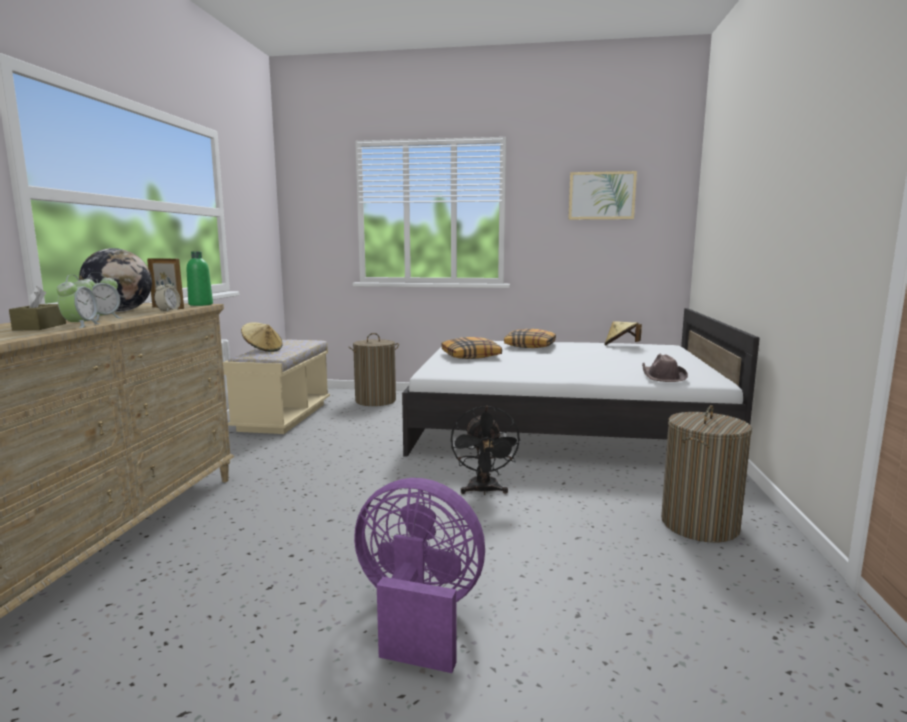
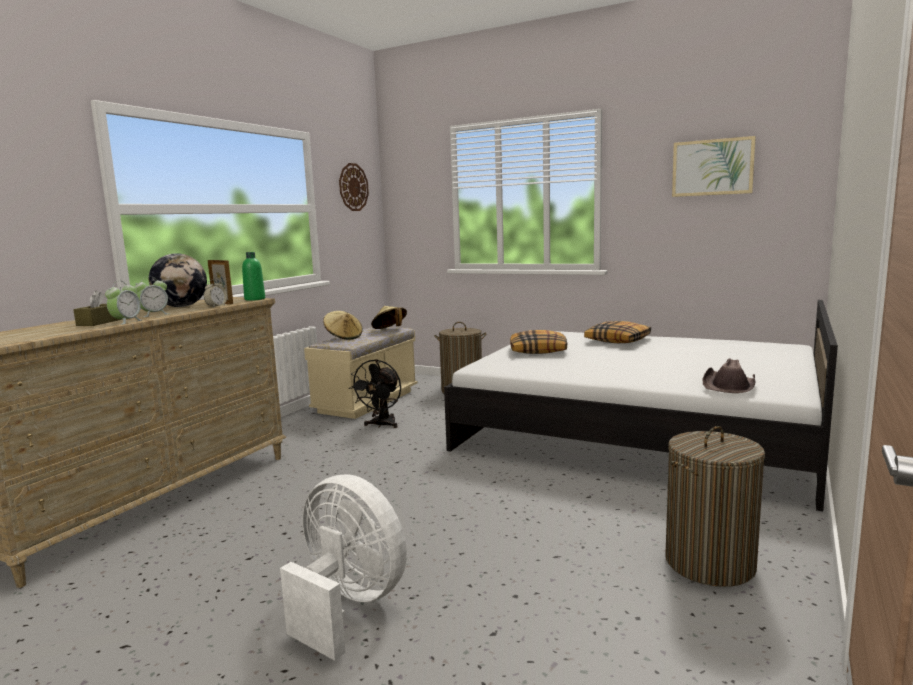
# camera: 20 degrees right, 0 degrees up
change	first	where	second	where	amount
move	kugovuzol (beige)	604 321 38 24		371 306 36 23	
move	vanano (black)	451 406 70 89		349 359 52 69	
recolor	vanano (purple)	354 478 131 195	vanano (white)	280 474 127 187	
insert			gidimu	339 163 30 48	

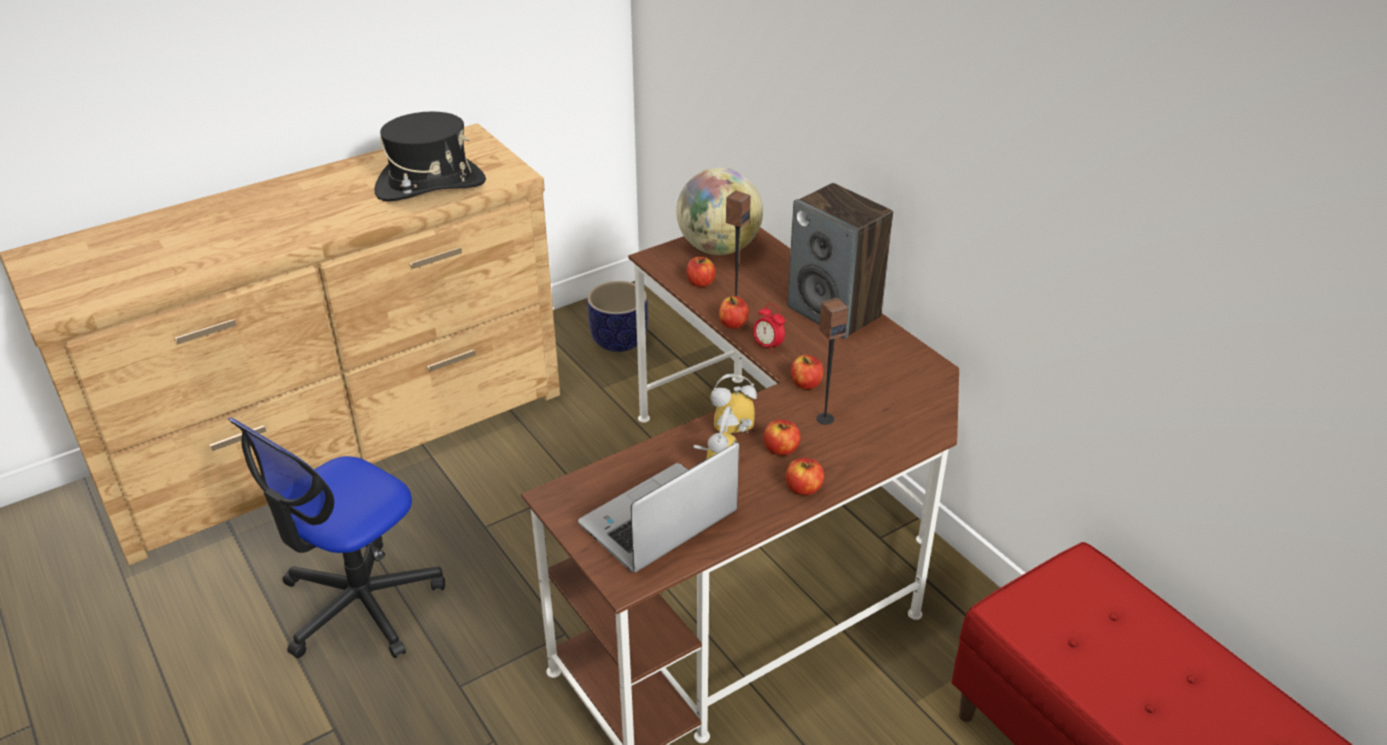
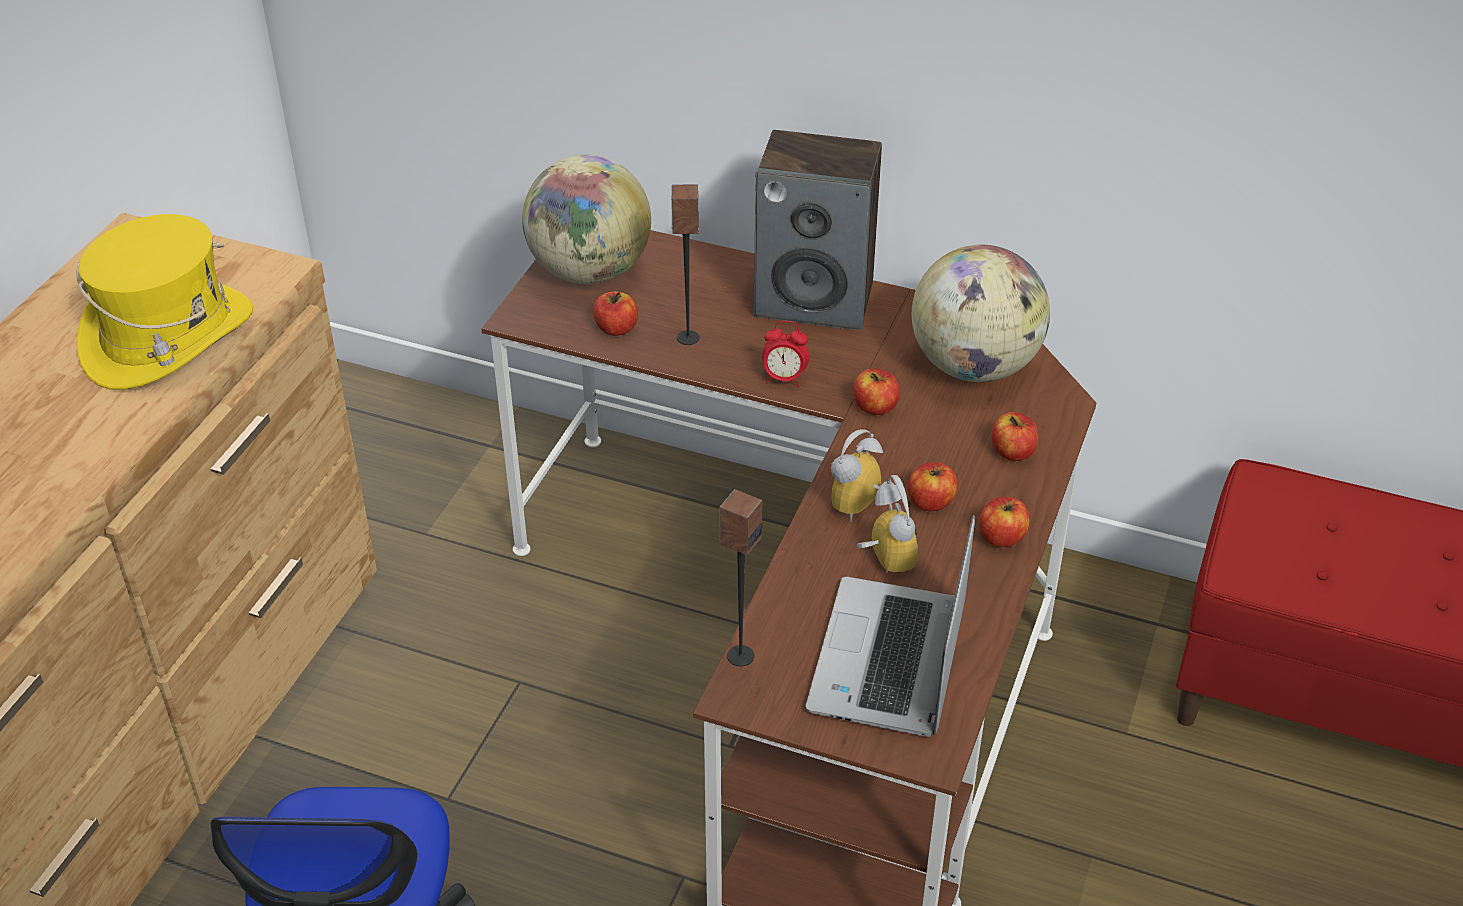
# camera: 35 degrees left, 5 degrees up
change	first	where	second	where	amount
recolor	kugovuzol (black)	374 112 112 89	kugovuzol (yellow)	77 214 176 176	
delete	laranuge	587 281 61 71			
move	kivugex	719 296 30 33		991 412 48 49	
move	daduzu	816 297 32 128		720 489 43 177	
insert			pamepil	912 244 138 138	

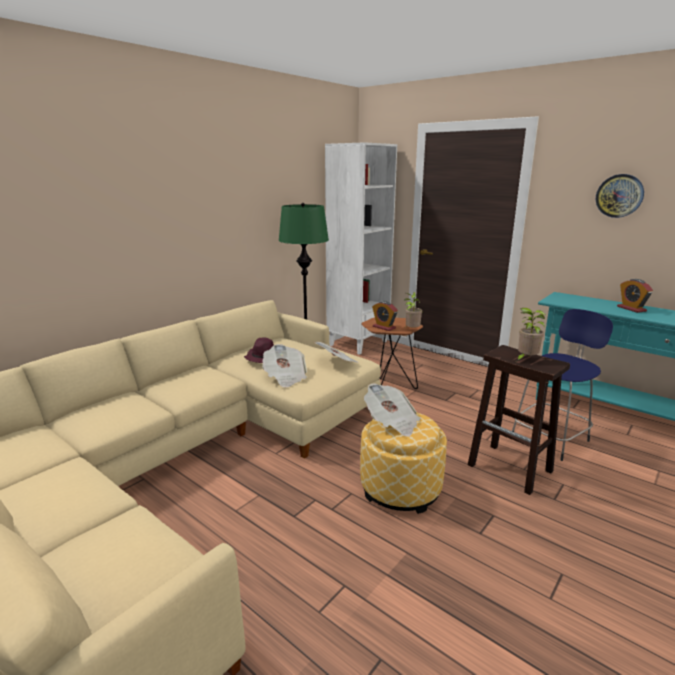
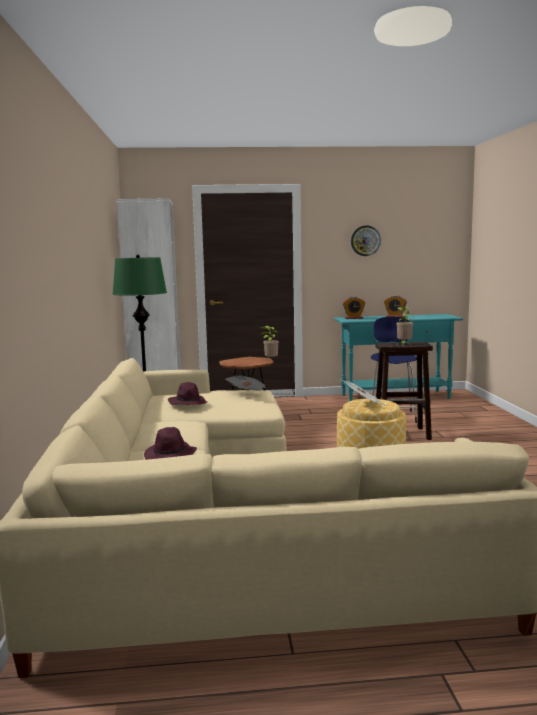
# camera: 45 degrees left, 10 degrees down
change	first	where	second	where	amount
move	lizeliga	372 301 26 30		343 297 22 22	
delete	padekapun	262 344 45 44			
insert			kugovuzol (purple)	144 427 53 33	

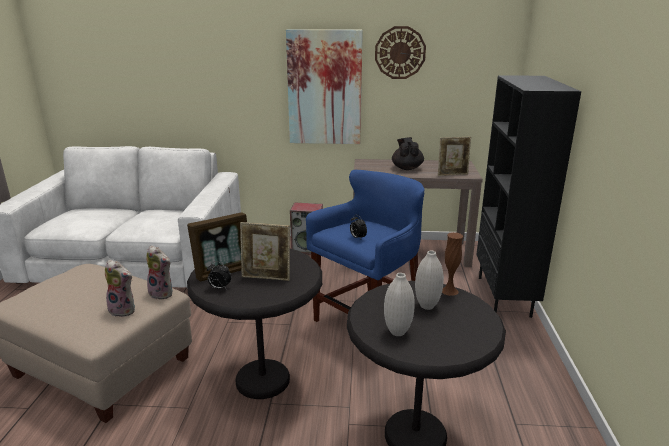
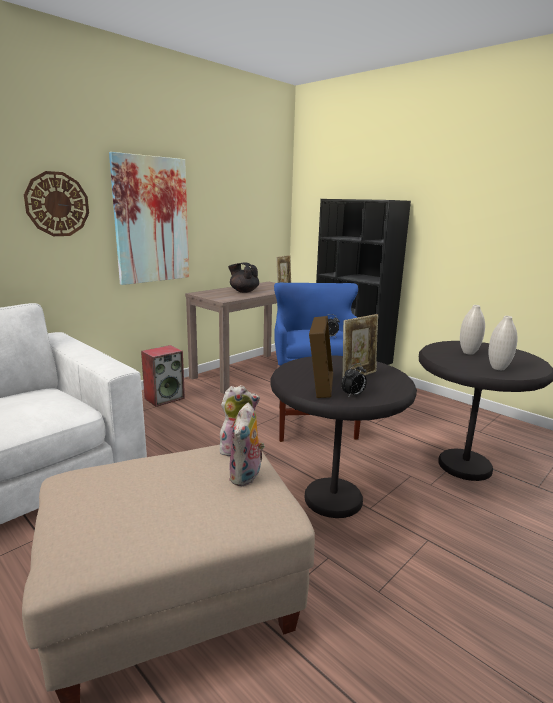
# camera: 50 degrees left, 5 degrees down
change	first	where	second	where	amount
move	gidimu	375 26 51 53		24 171 65 65	
delete	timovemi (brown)	442 232 21 64			
rotate	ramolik	105 260 30 57		229 403 36 83	135 degrees clockwise

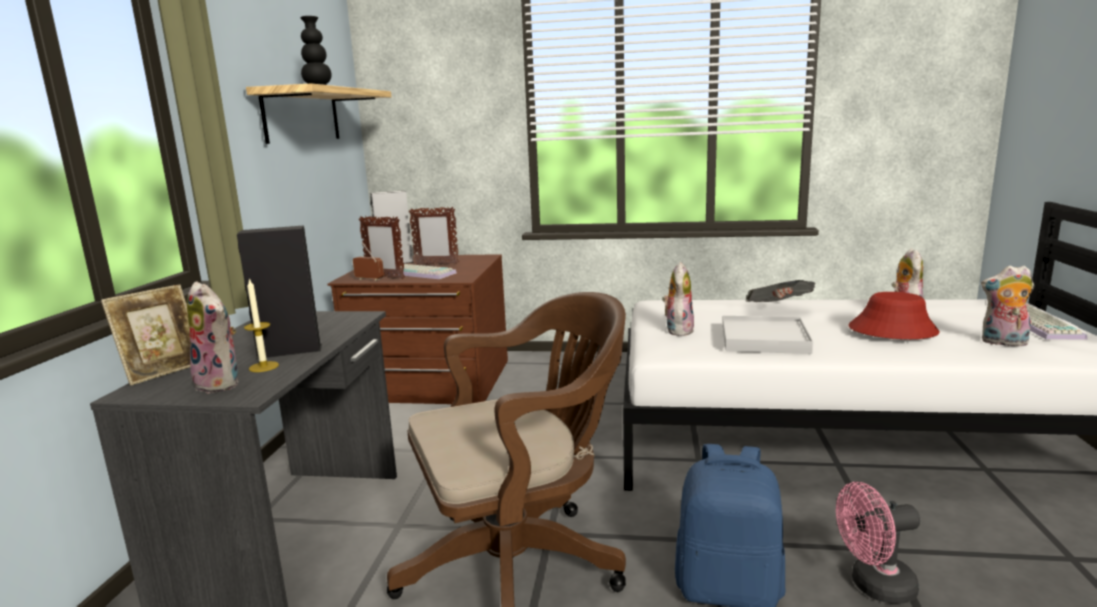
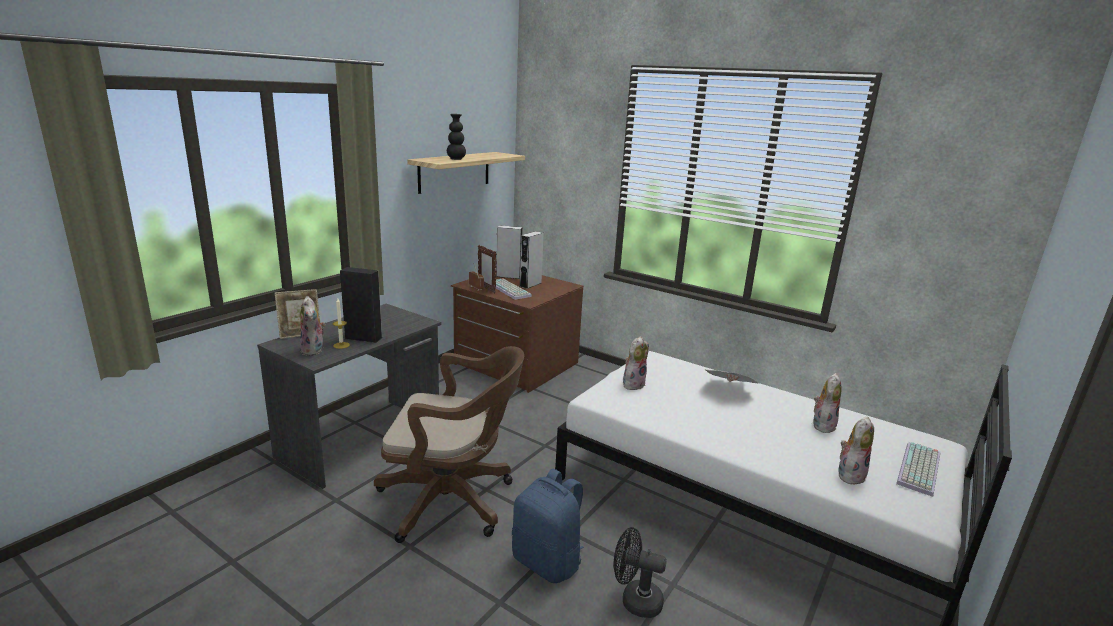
# camera: 25 degrees right, 5 degrees up
change	first	where	second	where	amount
replace	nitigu	409 207 50 58	daduzu (grey)	519 231 25 58	
rotate	ramolik	981 265 54 81		838 416 36 70	90 degrees clockwise
delete	kugovuzol (red)	848 292 92 47			
delete	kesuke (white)	722 316 91 38			
recolor	vanano (pink)	836 482 84 122	vanano (black)	613 527 54 91	

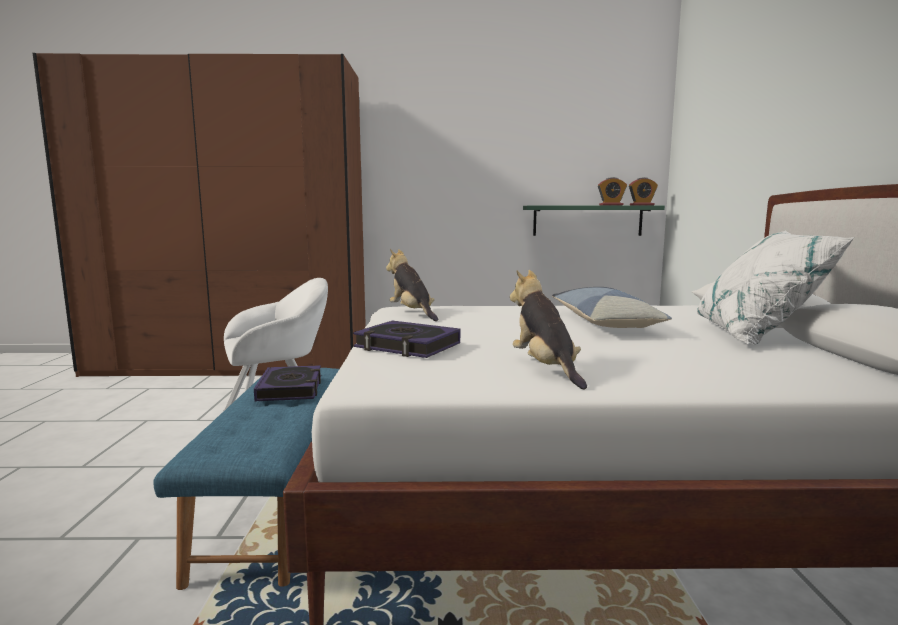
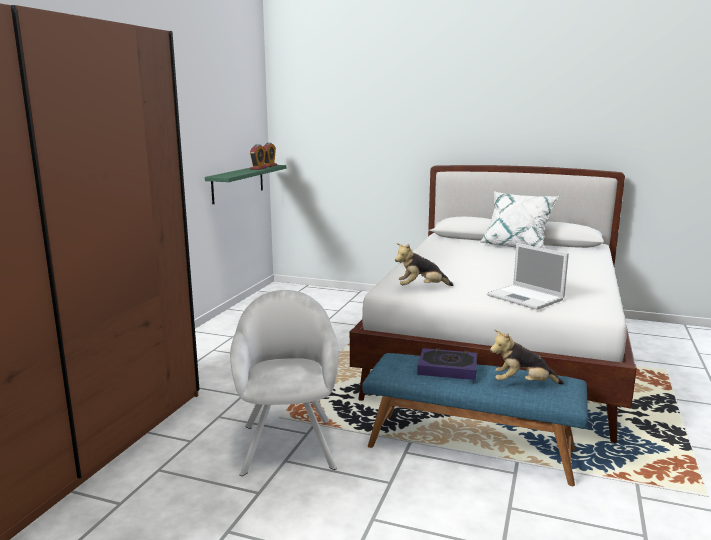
# camera: 70 degrees left, 5 degrees up
change	first	where	second	where	amount
move	ramolik	510 270 77 119		490 329 74 56	
delete	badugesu	552 287 120 41			
replace	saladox	353 321 107 37	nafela	487 243 82 67	

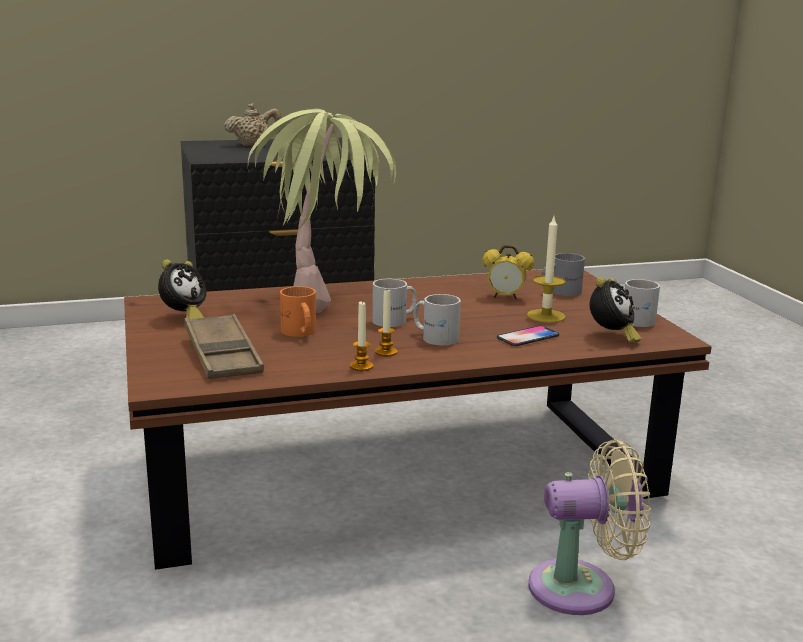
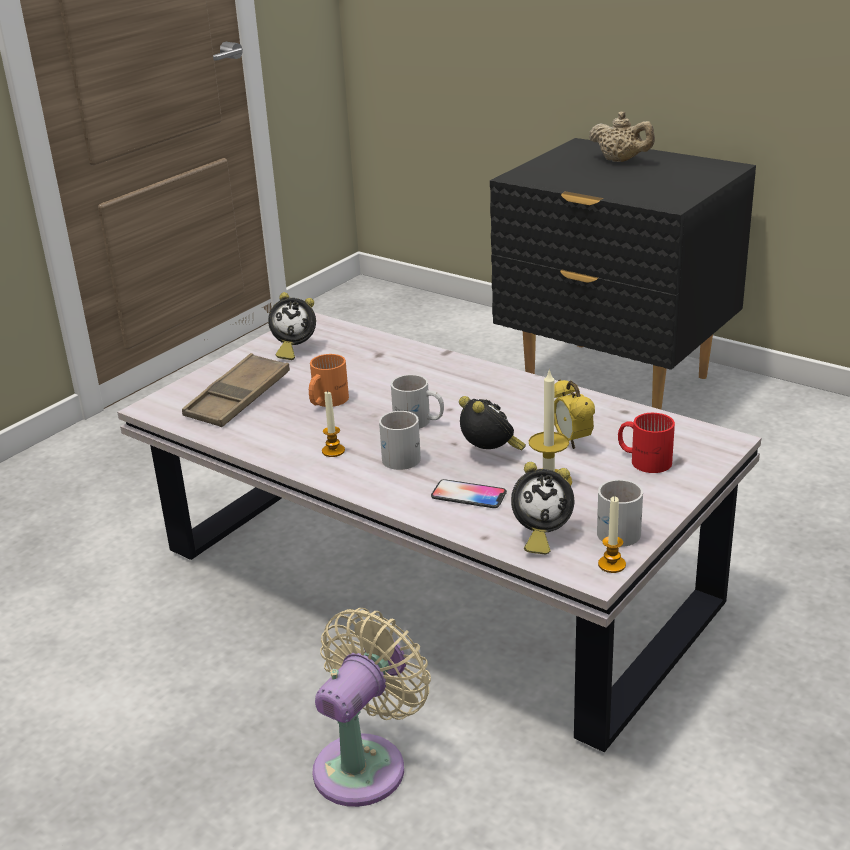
# camera: 55 degrees right, 10 degrees up
change	first	where	second	where	amount
delete	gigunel	248 109 148 204			
recolor	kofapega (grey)	542 253 43 43	kofapega (red)	618 413 57 60	
recolor	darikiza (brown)	124 269 588 301	darikiza (white)	117 312 644 440	
move	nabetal	350 301 23 70		598 496 28 77	
rotate	vanano (beige)	529 440 122 175		313 608 118 199	105 degrees counterclockwise
insert			lizeliga	459 396 67 54	

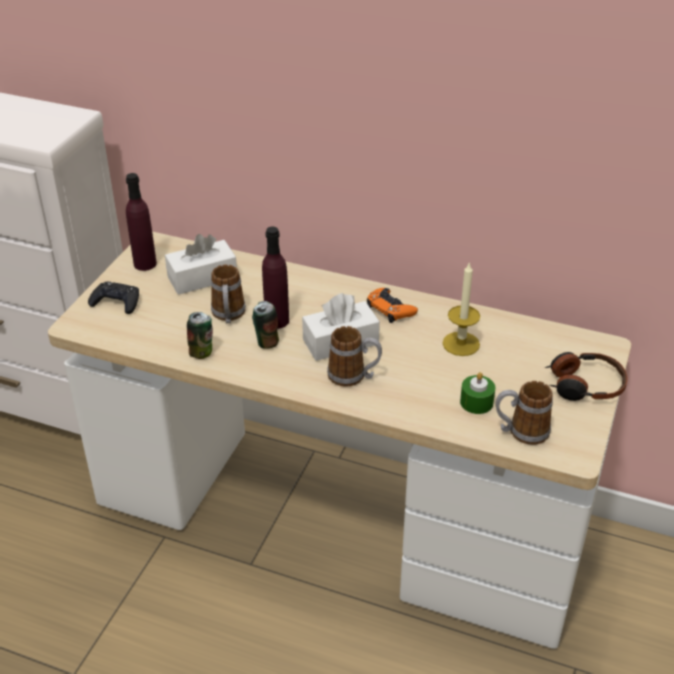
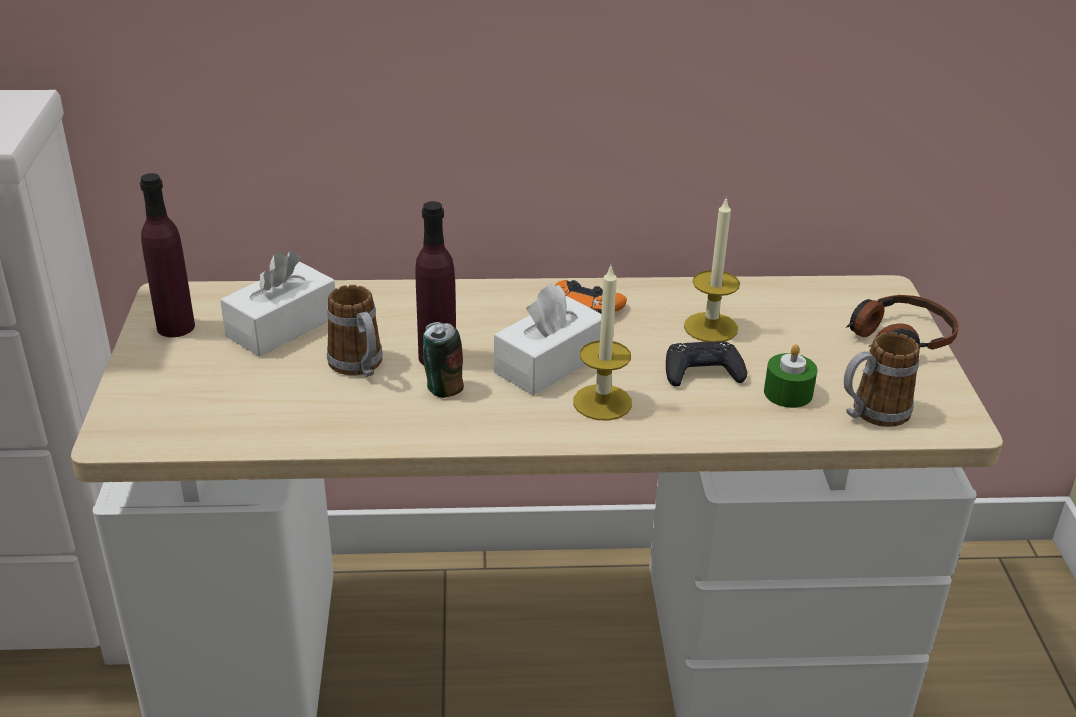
# camera: 25 degrees left, 5 degrees down
change	first	where	second	where	amount
move	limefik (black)	88 282 51 32		666 341 81 46	
delete	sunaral	187 312 26 47			
replace	kofapega	327 326 55 61	nabetal	573 266 59 155	

